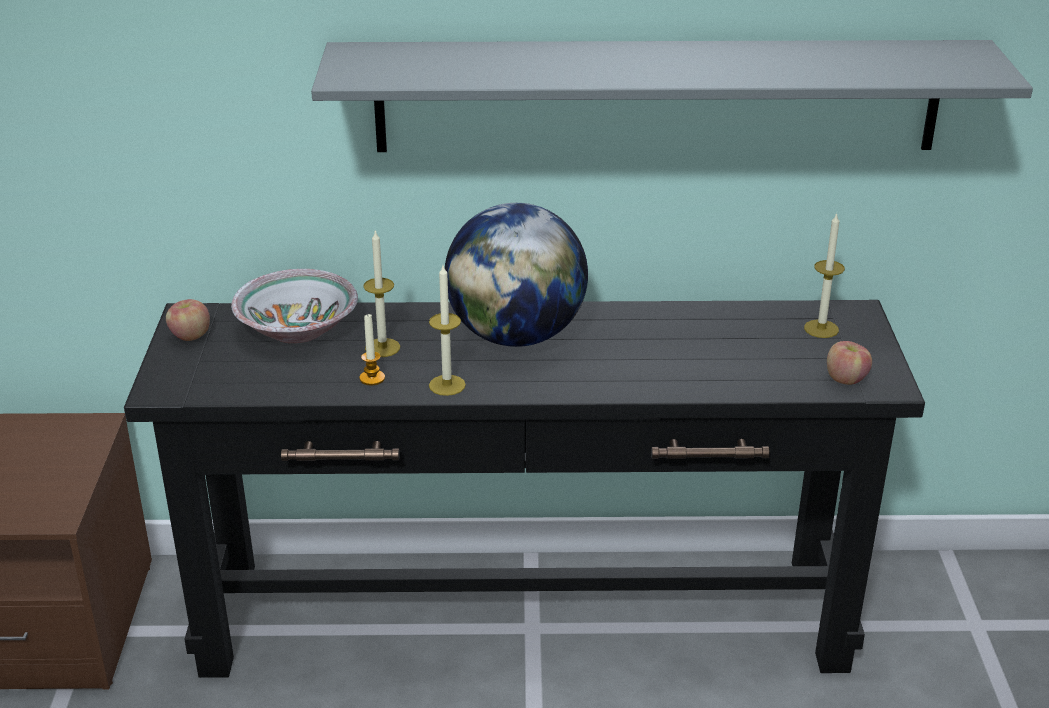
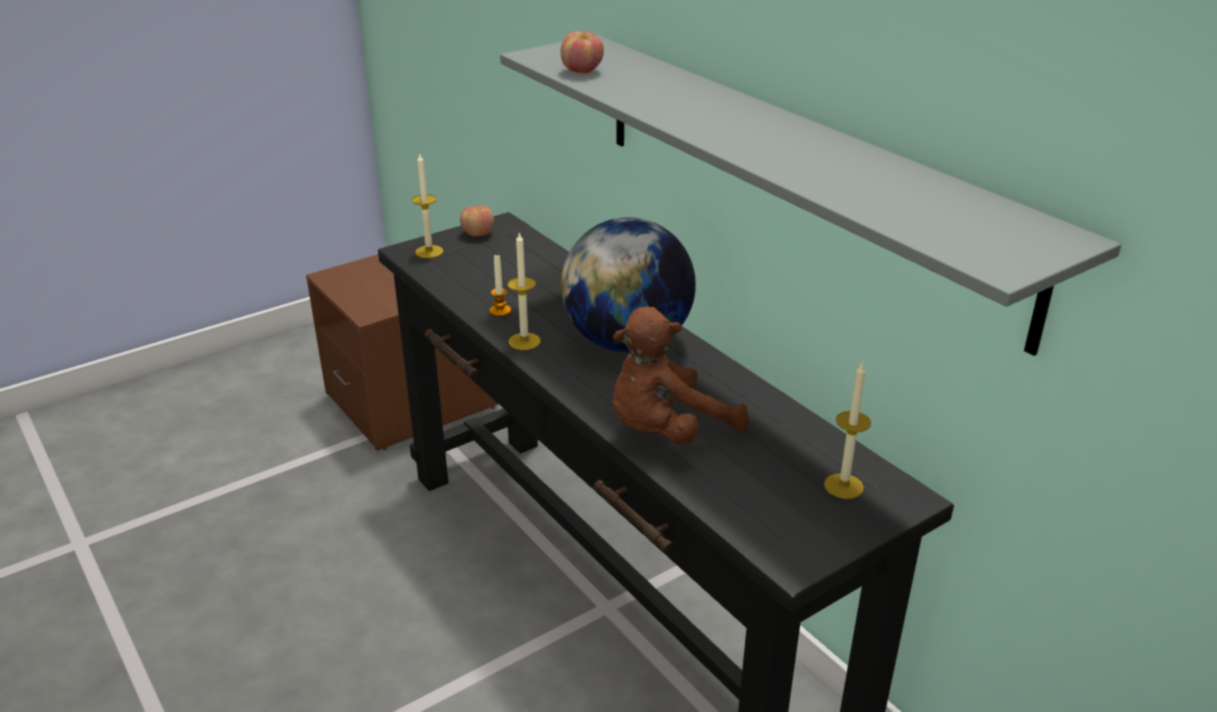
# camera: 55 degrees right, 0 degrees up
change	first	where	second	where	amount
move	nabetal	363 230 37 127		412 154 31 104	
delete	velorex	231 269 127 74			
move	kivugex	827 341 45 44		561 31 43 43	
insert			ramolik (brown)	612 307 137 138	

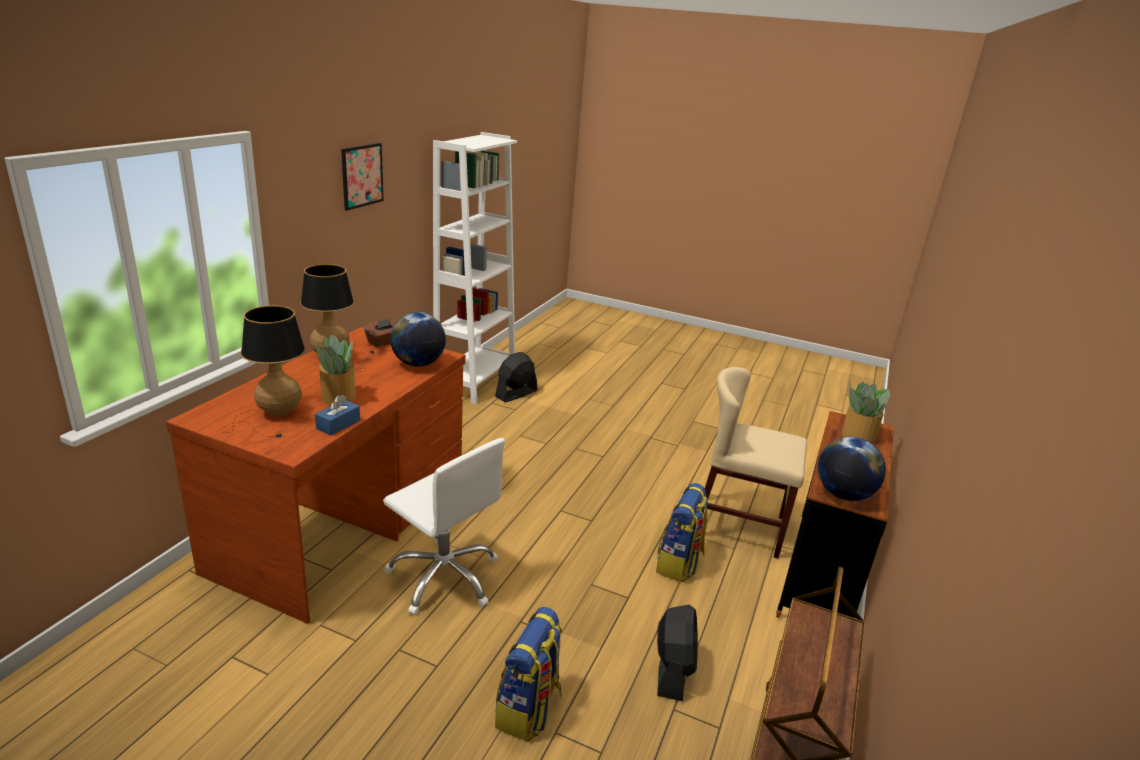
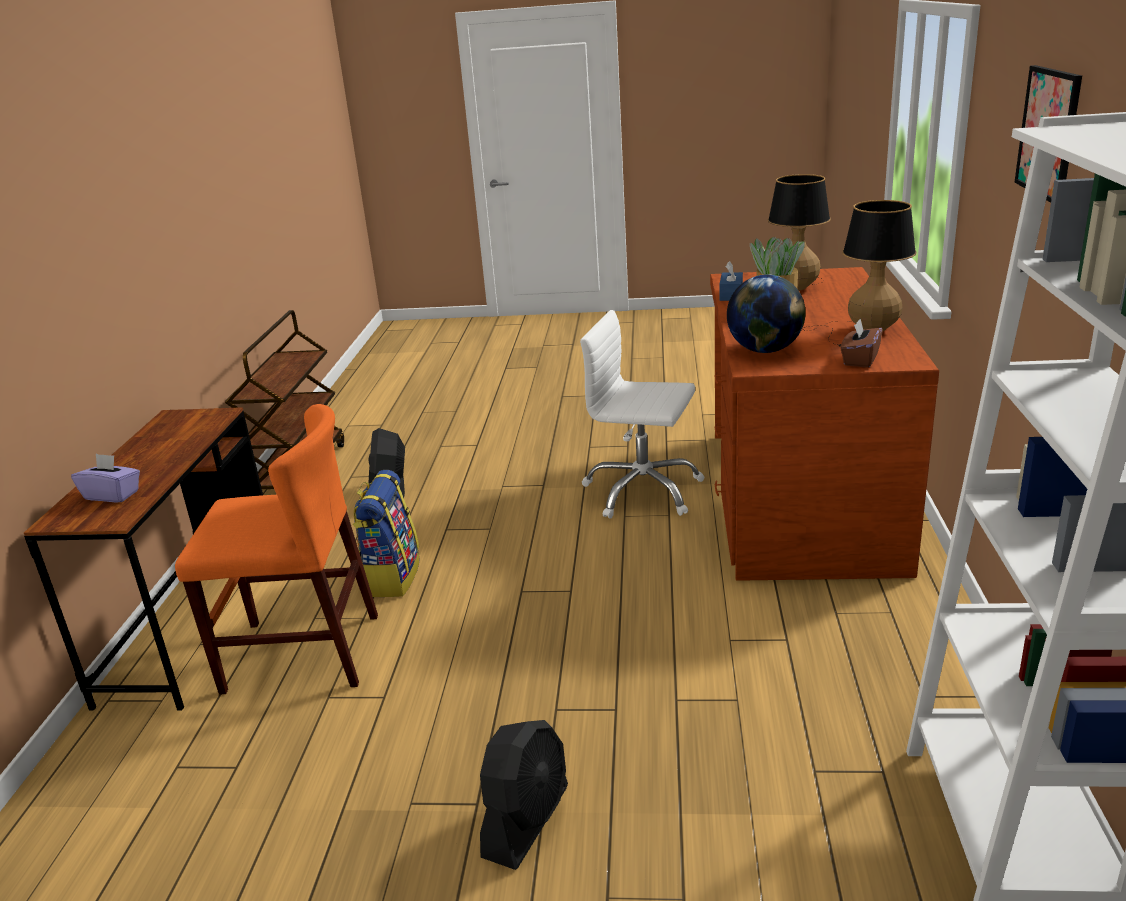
# camera: 165 degrees right, 0 degrees up
change	first	where	second	where	amount
move	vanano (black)	495 352 43 50		480 720 88 150	
recolor	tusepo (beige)	704 367 103 192	tusepo (orange)	175 404 203 291	
replace	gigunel	841 382 50 62	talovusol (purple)	71 454 69 48	
delete	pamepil	818 437 68 64			
delete	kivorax	495 607 67 135			

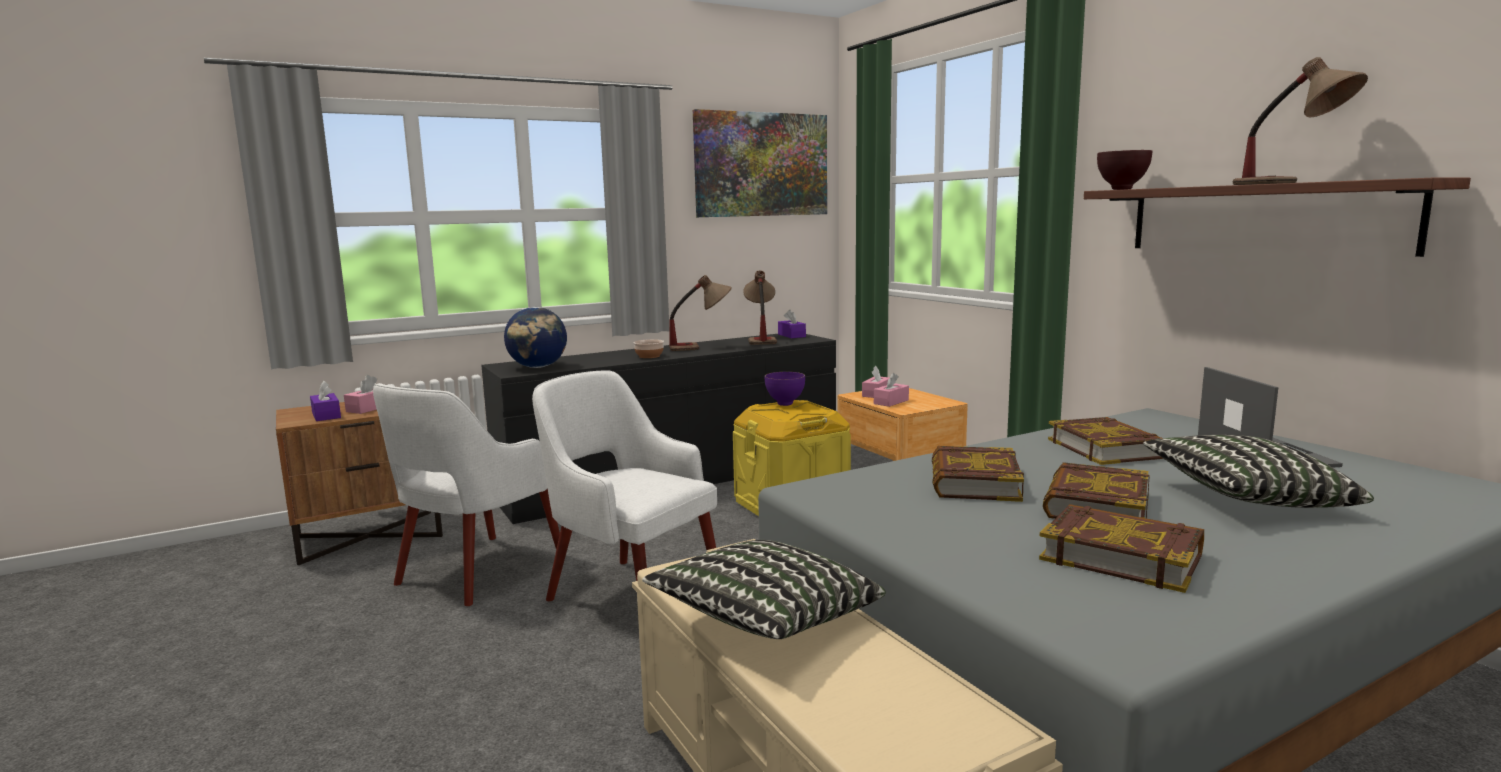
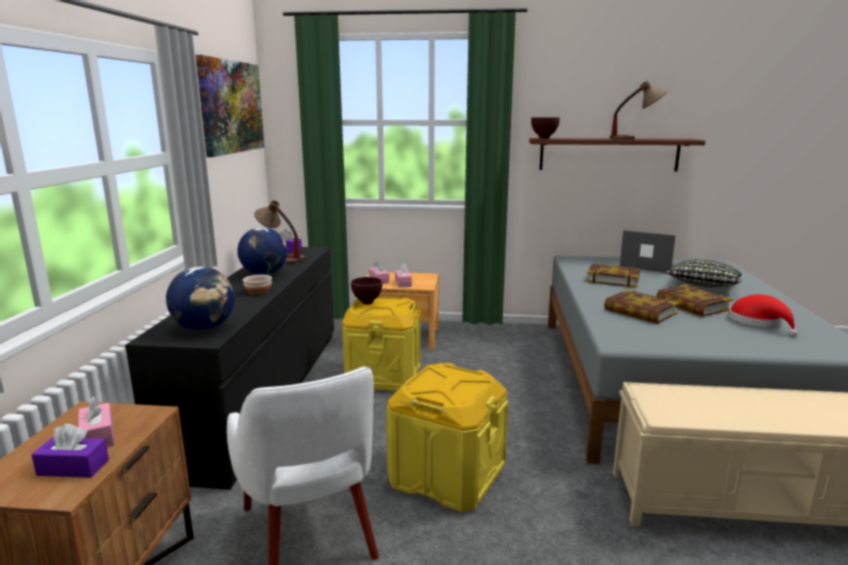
# camera: 55 degrees left, 5 degrees up
change	first	where	second	where	amount
replace	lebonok	669 275 63 76	pamepil	237 227 50 48	
replace	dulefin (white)	532 370 185 231	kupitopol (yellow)	386 363 122 149	
recolor	velorex (purple)	765 372 40 34	velorex (brown)	351 277 31 27	
replace	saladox	1039 504 165 89	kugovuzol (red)	728 295 70 41	
delete	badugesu	642 540 244 99			

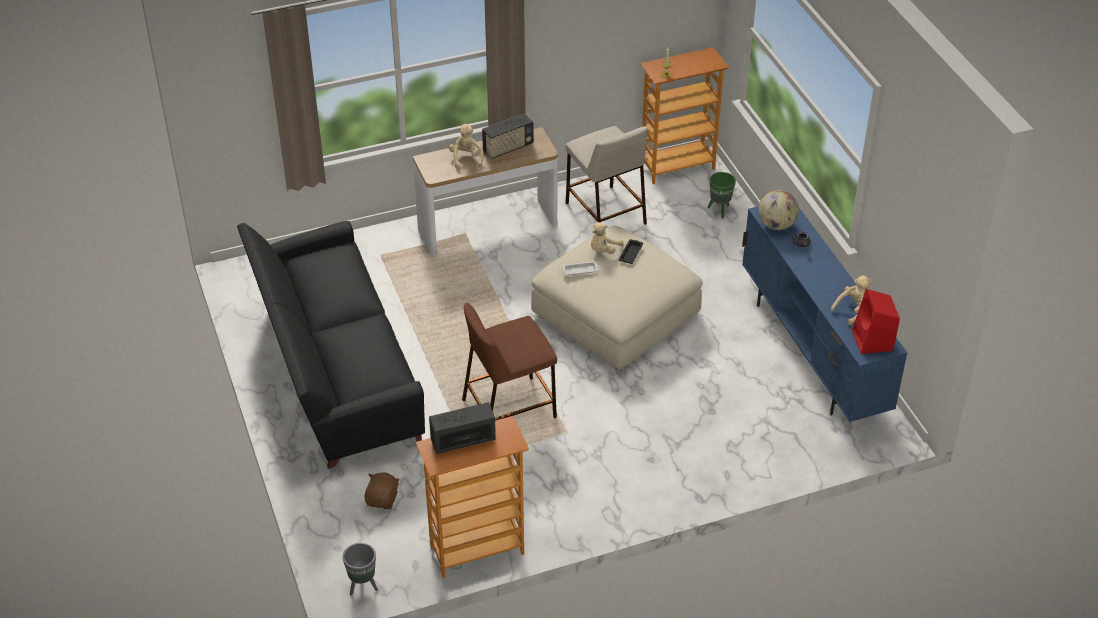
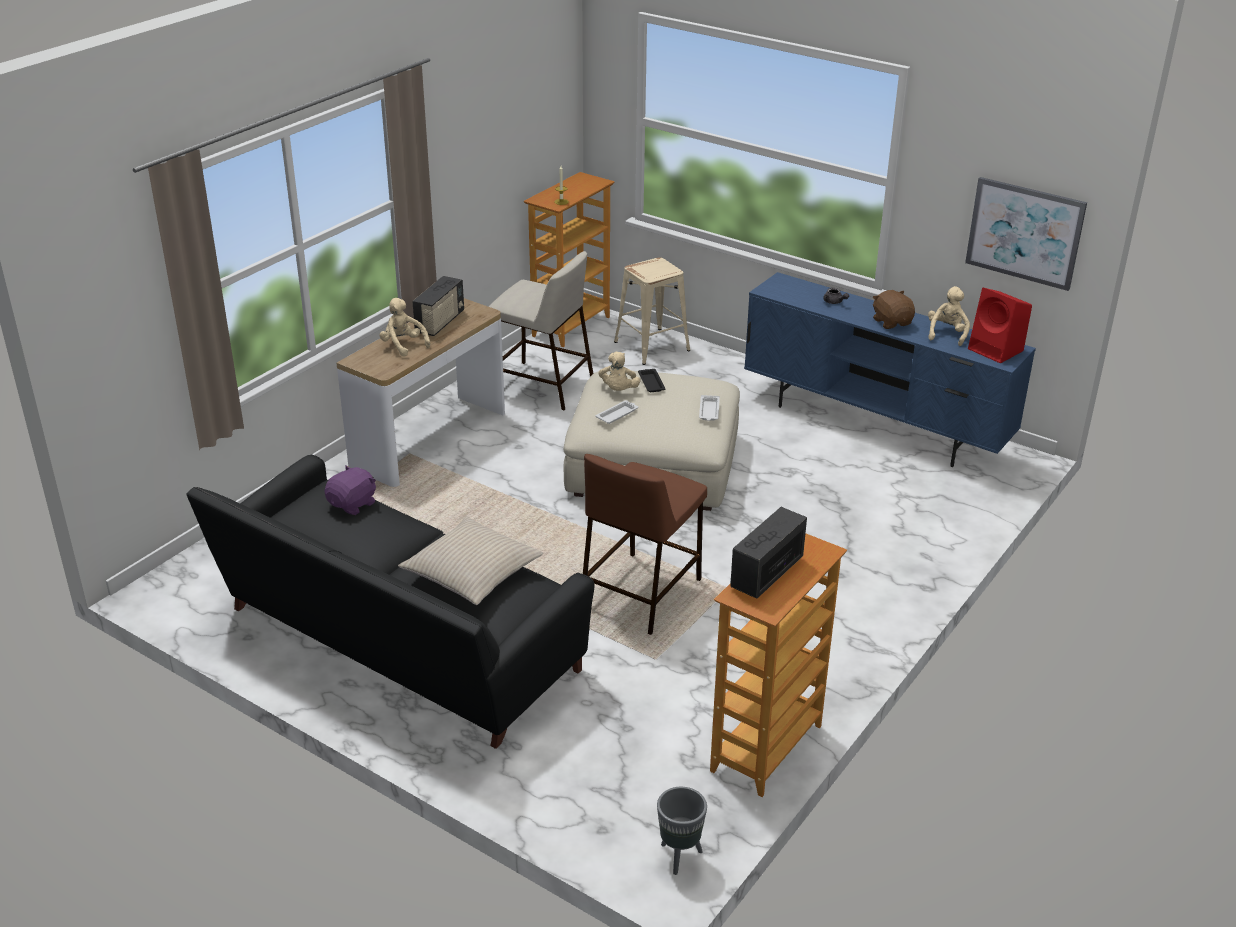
# camera: 35 degrees left, 10 degrees down
change	first	where	second	where	amount
replace	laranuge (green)	708 172 28 47	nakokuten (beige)	614 257 76 108	
delete	pamepil	759 190 40 40			
move	ramolik (brown)	364 473 36 36		872 290 43 39	
insert			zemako	965 177 122 114	
insert			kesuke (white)	699 395 21 26	
insert			ramolik (purple)	324 466 52 49	
insert			badugesu (beige)	398 516 145 89	

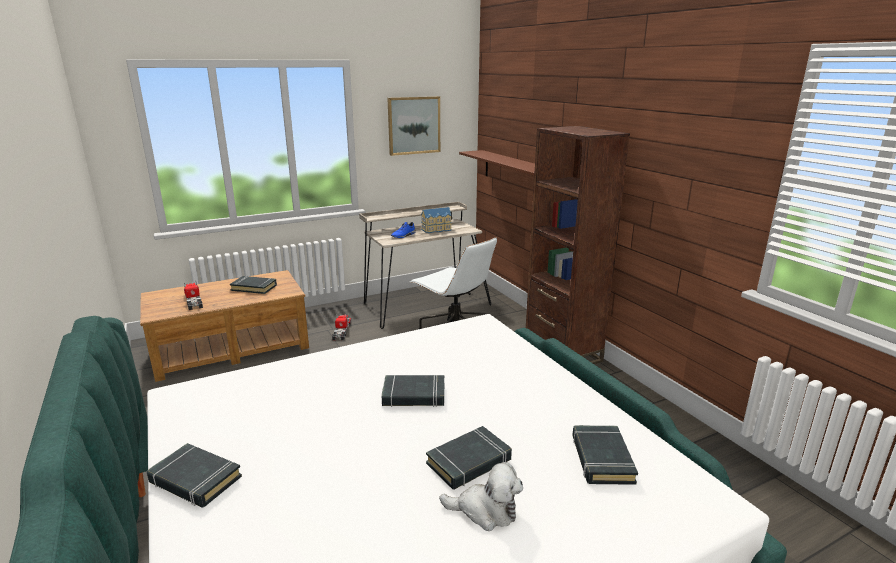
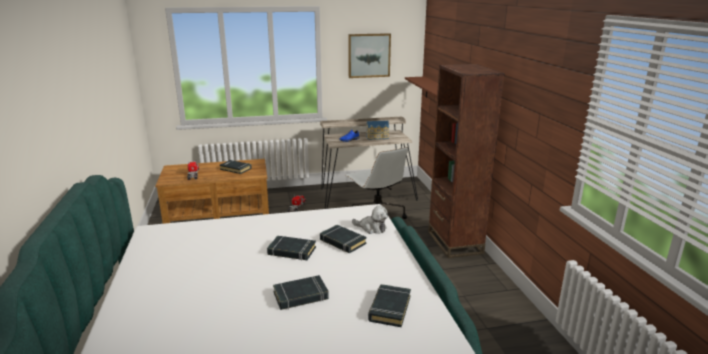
# camera: 15 degrees right, 0 degrees up
change	first	where	second	where	amount
move	saladox (black)	147 443 95 65		320 225 47 28	
move	ramolik	439 462 84 69		352 205 36 29	

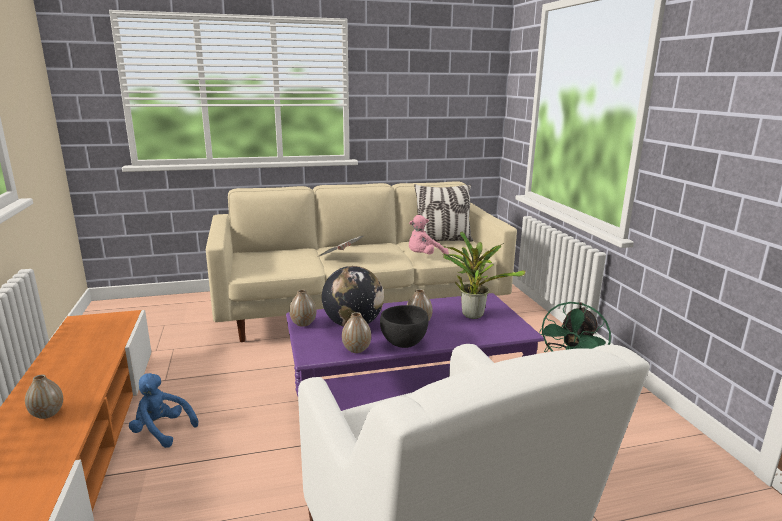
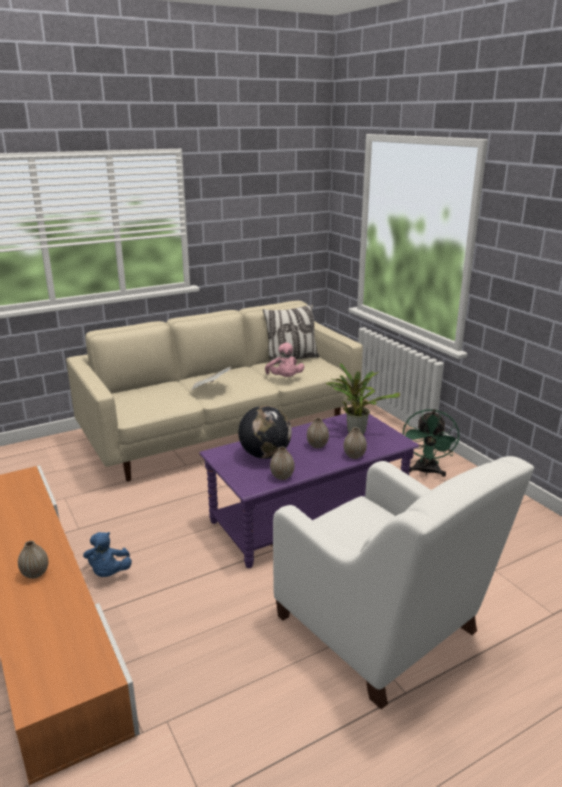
# camera: 15 degrees left, 5 degrees up
change	first	where	second	where	amount
rotate	ramolik (pink)	409 215 40 40		265 343 39 34	60 degrees counterclockwise
move	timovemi	289 289 27 38		344 427 23 32	
delete	velorex (black)	380 305 48 43			
rotate	ramolik (blue)	129 373 69 75		83 532 49 45	105 degrees counterclockwise

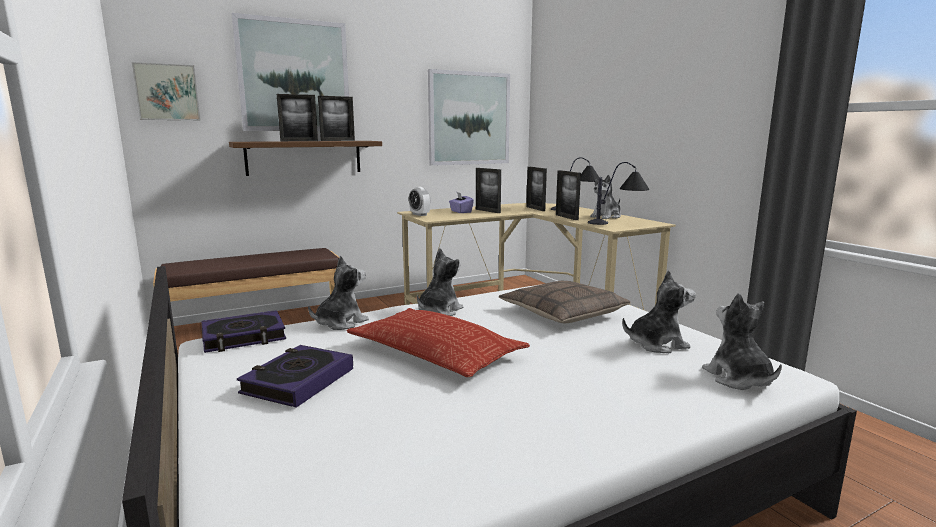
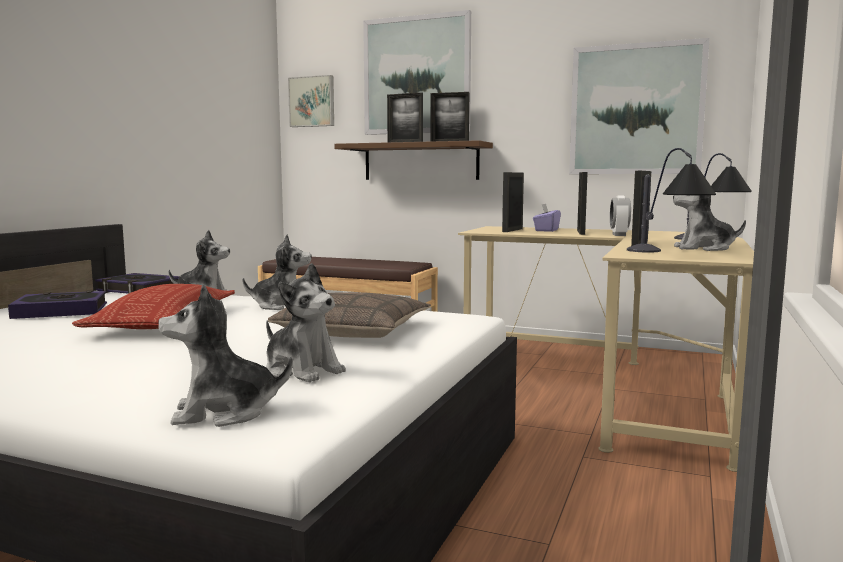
# camera: 50 degrees right, 5 degrees down
change	first	where	second	where	amount
move	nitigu	526 167 21 44		502 172 22 60	
move	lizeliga	409 187 21 29		610 195 21 41	
rotate	ramolik	702 293 80 97		158 284 135 143	135 degrees counterclockwise

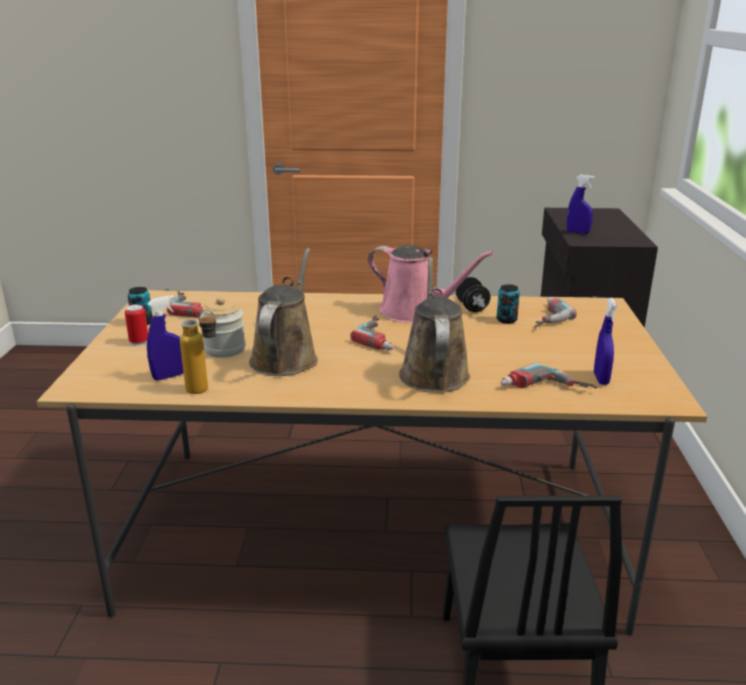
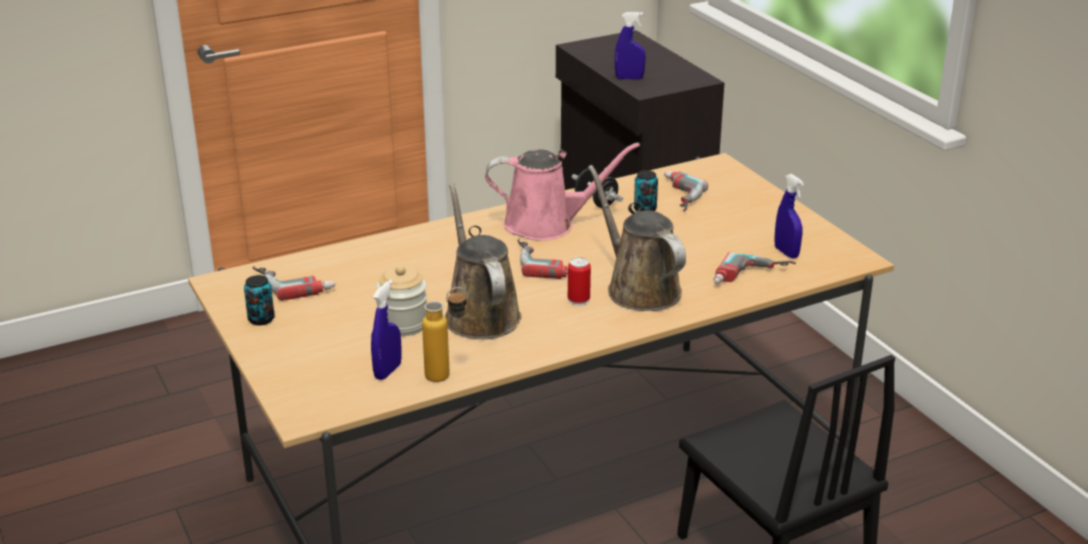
# camera: 30 degrees left, 5 degrees up
change	first	where	second	where	amount
move	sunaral	125 304 23 42		568 257 23 49	

